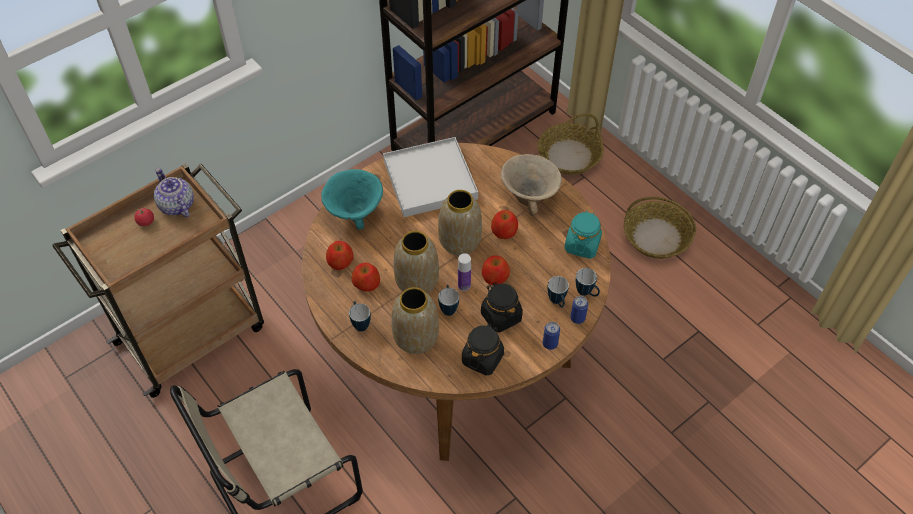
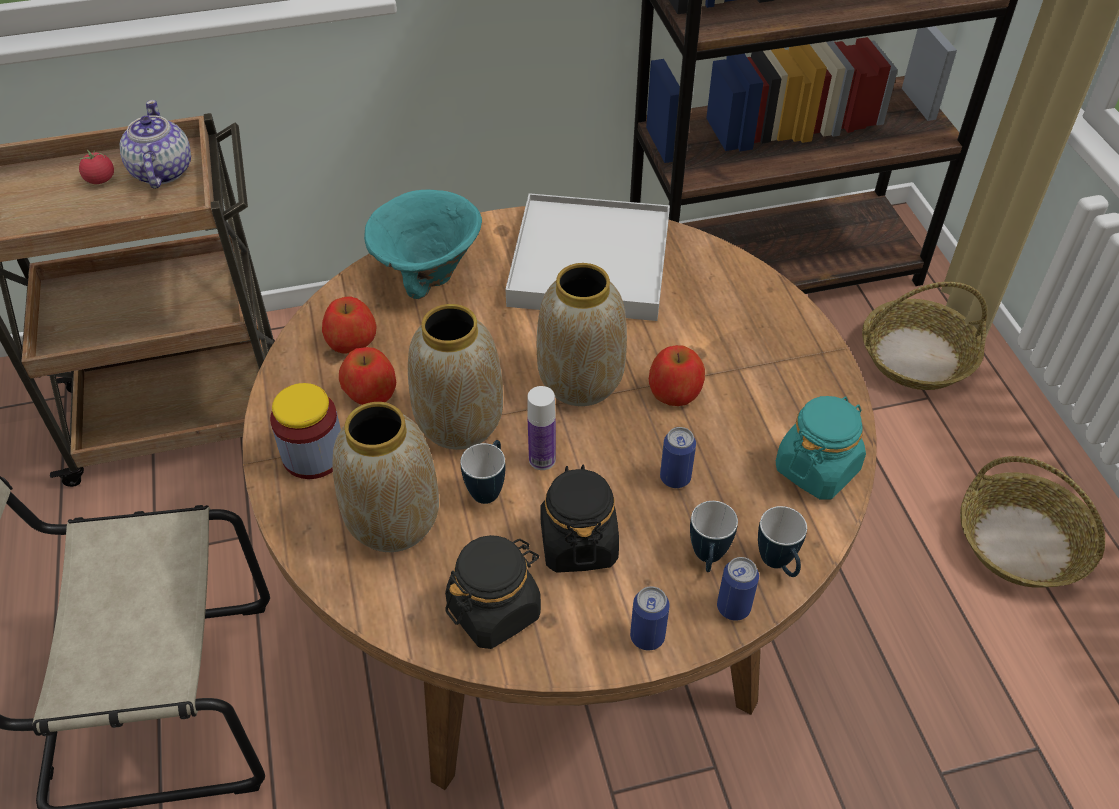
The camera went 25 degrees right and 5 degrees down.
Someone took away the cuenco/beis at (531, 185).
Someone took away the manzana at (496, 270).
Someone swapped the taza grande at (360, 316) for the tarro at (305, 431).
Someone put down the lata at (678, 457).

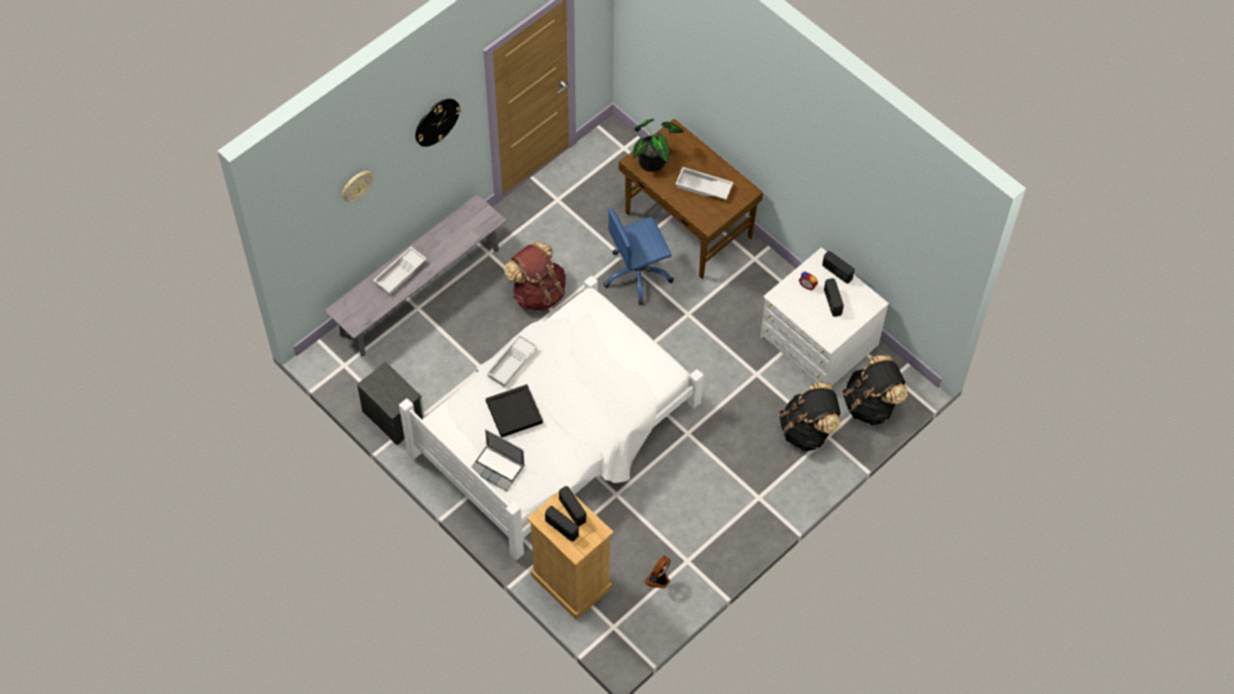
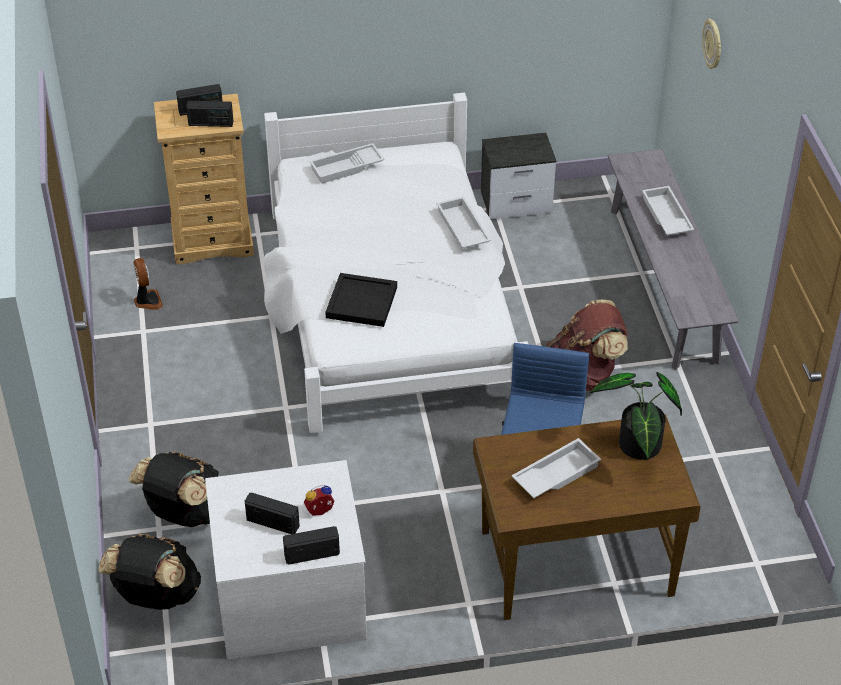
The camera went 125 degrees right and 15 degrees down.
Someone took away the reloj de pared at (438, 123).
Someone carried the bandeja/negro from (514, 411) to (361, 300).
Someone swapped the portátil at (498, 460) for the bandeja/blanco at (347, 163).

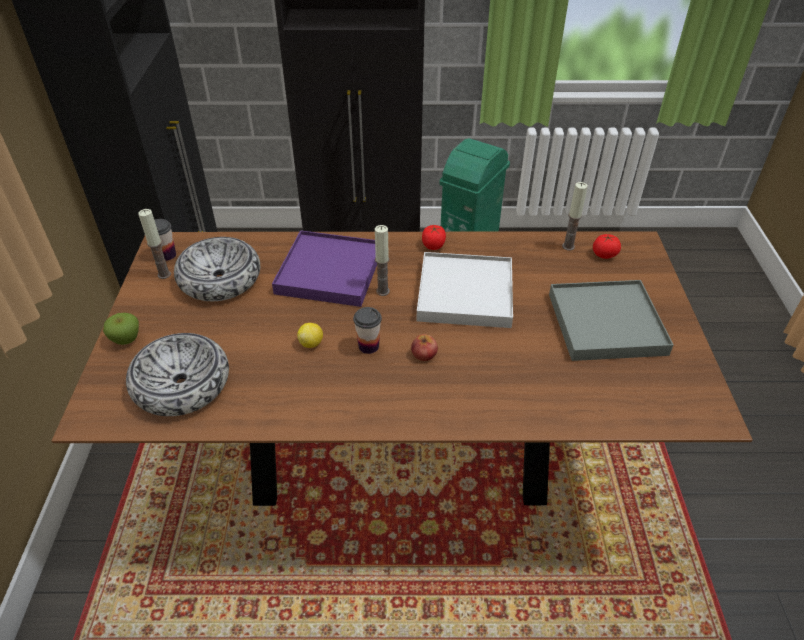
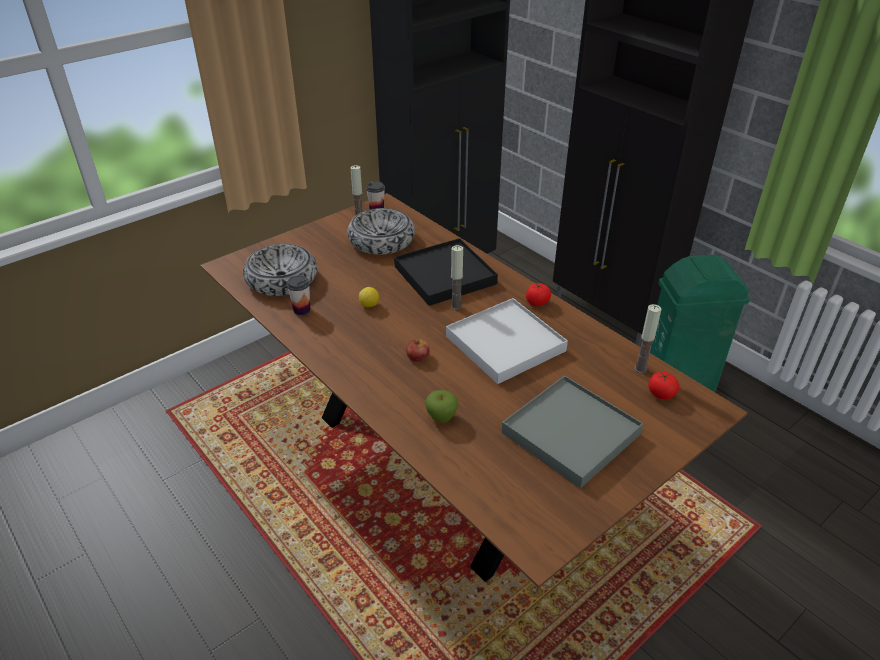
The camera went 50 degrees right and 5 degrees down.
Someone repainted the bandeja/morado at (324, 268), which became the bandeja/negro at (446, 272).
Someone carried the taza from (367, 330) to (298, 295).
Someone carried the manzana from (121, 329) to (442, 406).

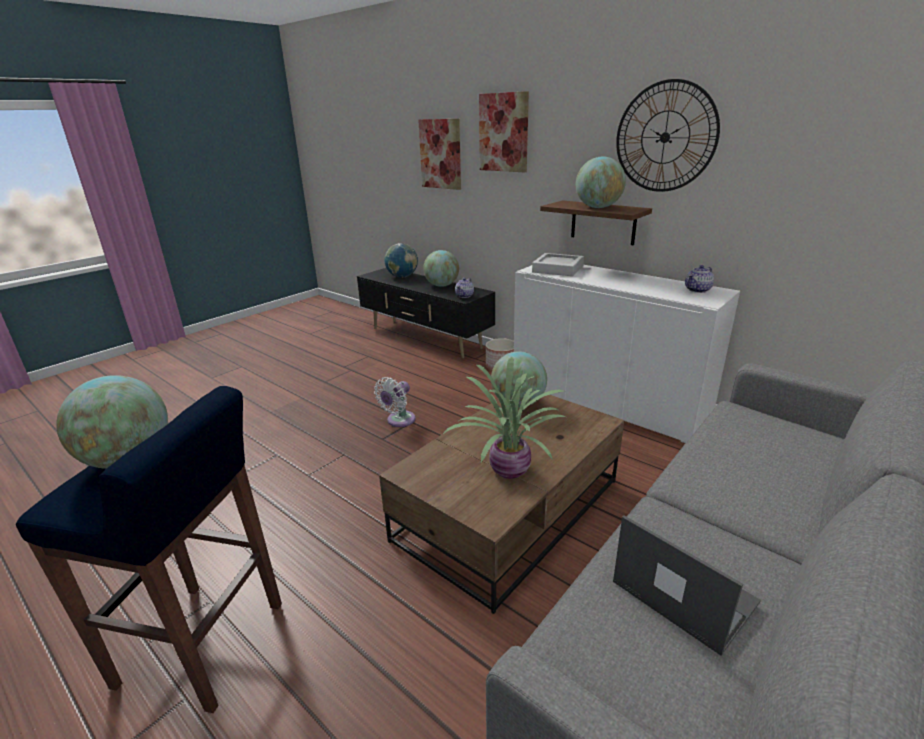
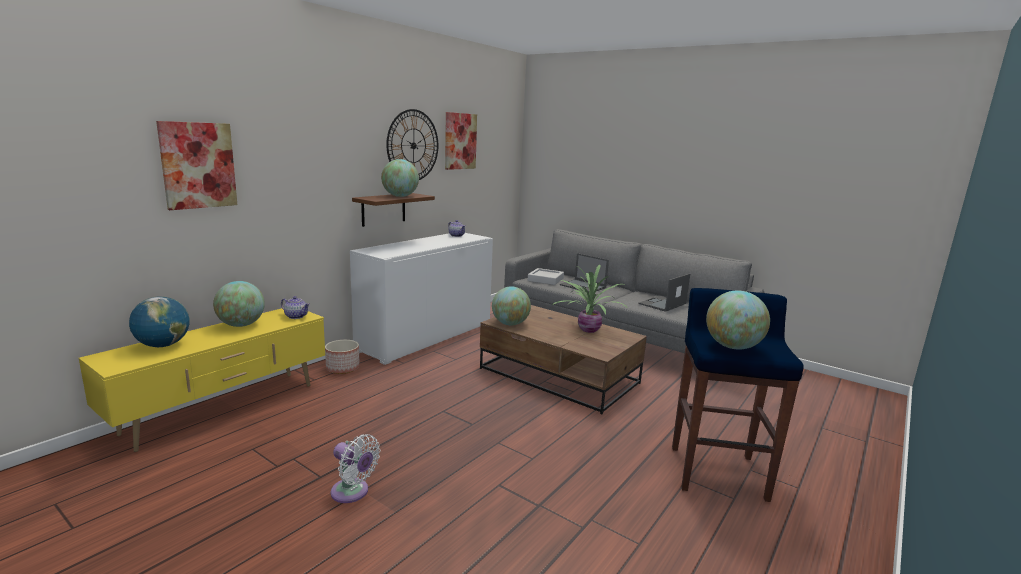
The camera went 95 degrees left and 10 degrees down.
Someone carried the cuadro from (504, 131) to (461, 141).
Someone carried the bandeja/gris from (558, 264) to (546, 276).
Someone repainted the mueble de televisión/negro at (426, 313), which became the mueble de televisión/amarillo at (202, 380).
Someone carried the ventilador/blanco from (395, 402) to (355, 468).
Someone put down the portátil at (584, 272).

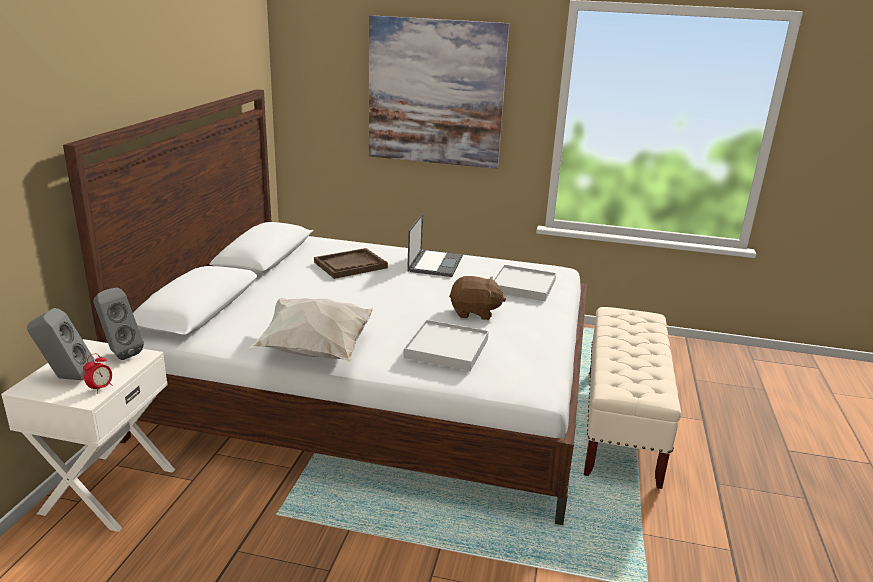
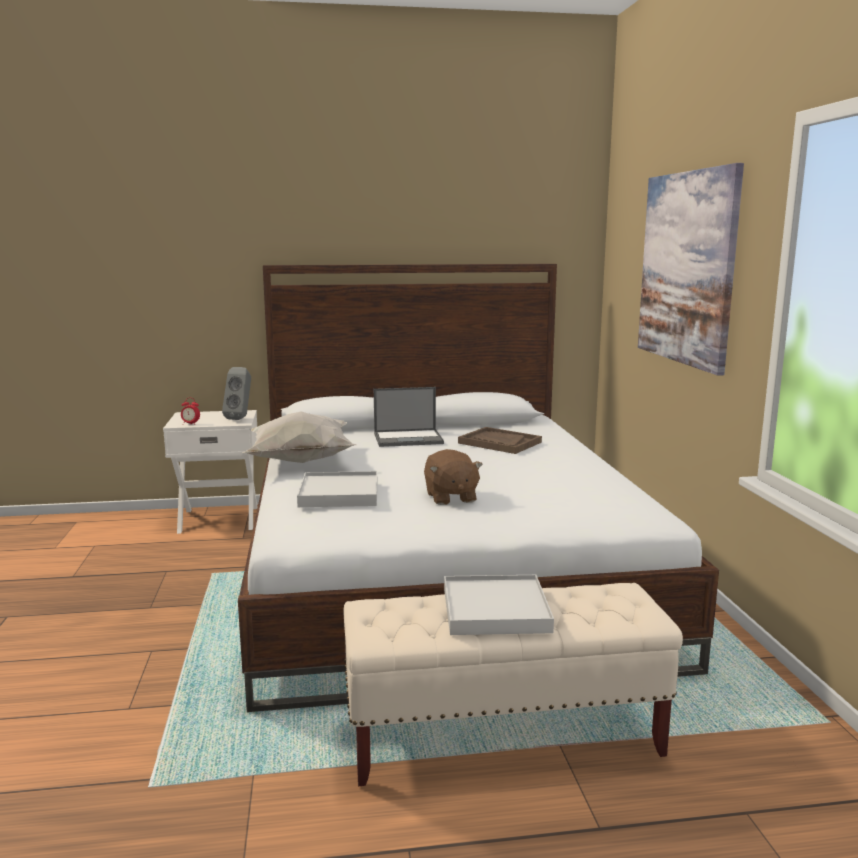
The camera went 70 degrees right and 10 degrees down.
Someone carried the portátil from (435, 245) to (409, 417).
Someone carried the bandeja/blanco from (524, 283) to (499, 605).
Someone took away the altavoz/gris at (60, 344).

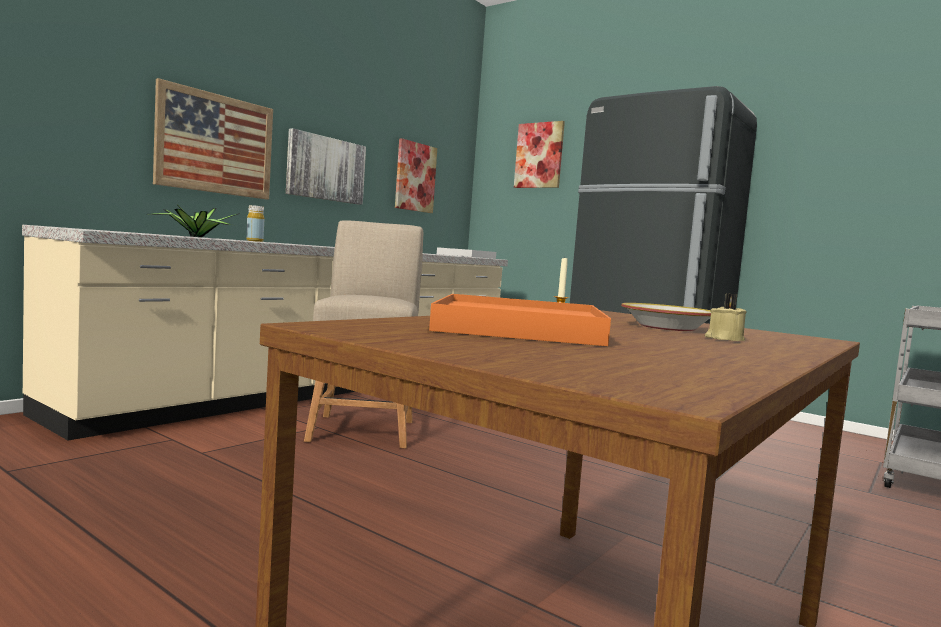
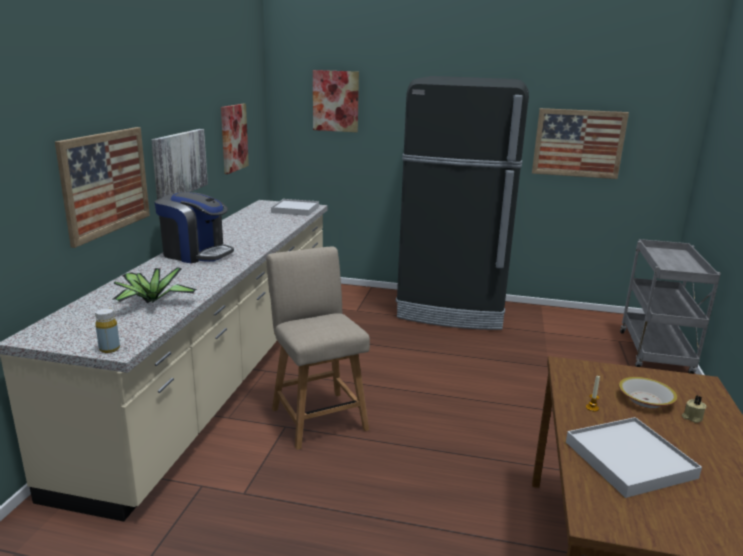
The camera went 25 degrees left and 15 degrees up.
Someone carried the botella/amarillo from (255, 223) to (107, 330).
Someone repainted the bandeja/naranja at (520, 320), which became the bandeja/blanco at (634, 457).
Someone put up the cuadro at (580, 143).
Someone put down the cafetera at (194, 227).

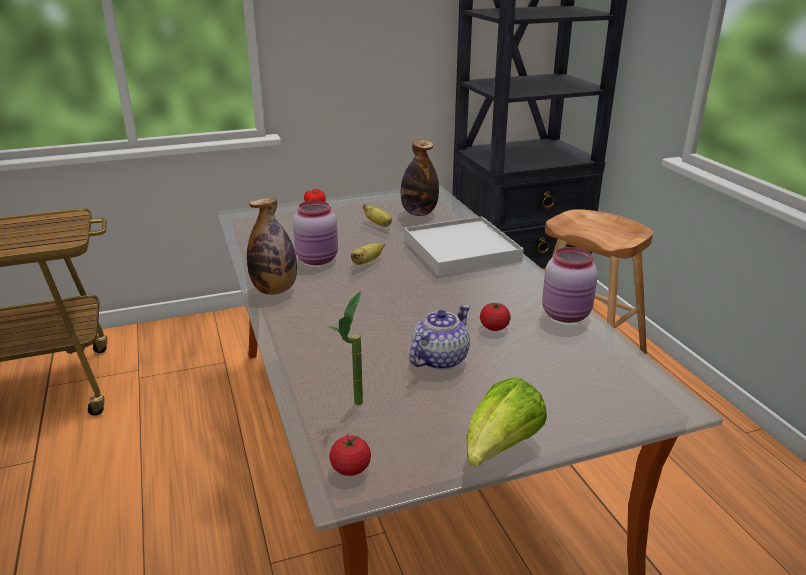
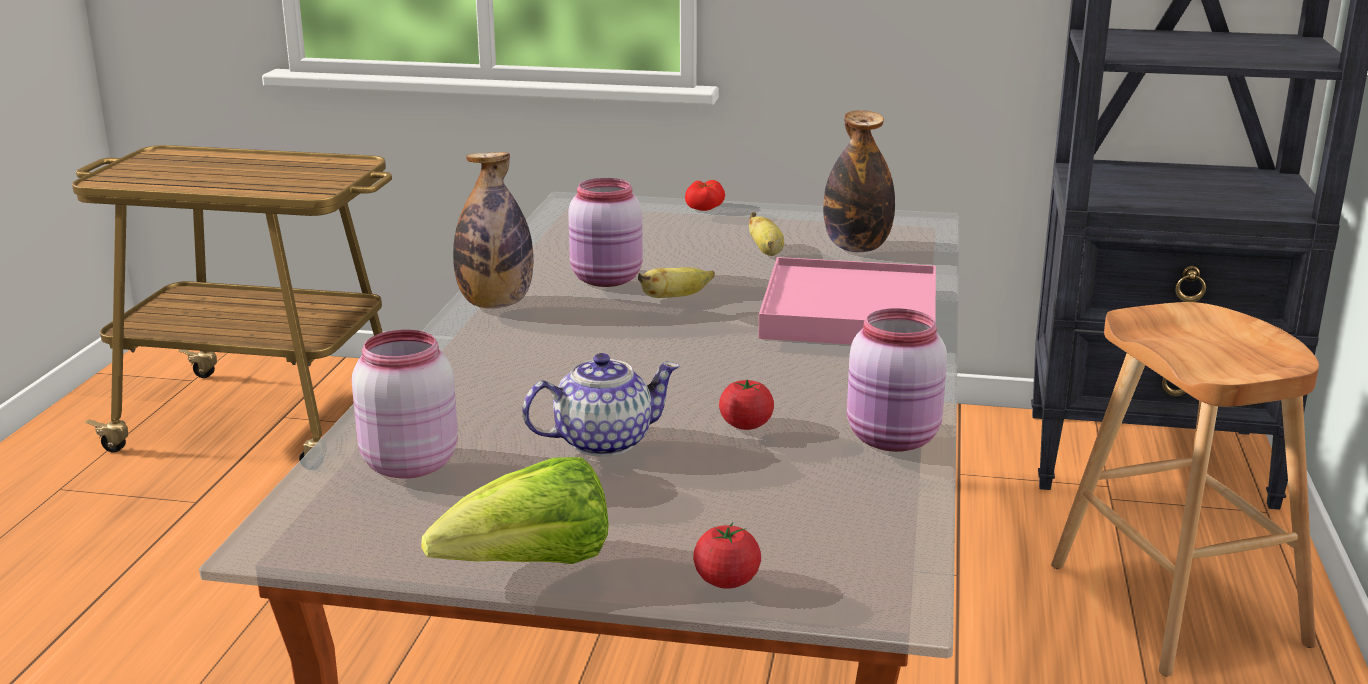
The camera went 30 degrees right and 5 degrees down.
Someone repainted the bandeja/blanco at (464, 246), which became the bandeja/rosa at (847, 301).
Someone swapped the planta en maceta at (345, 348) for the tarro/rosa at (405, 404).
Someone carried the tomate from (350, 455) to (727, 555).

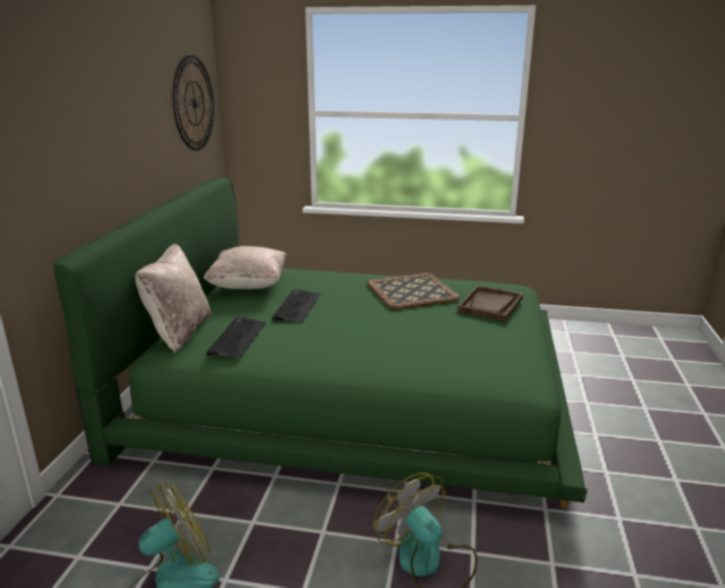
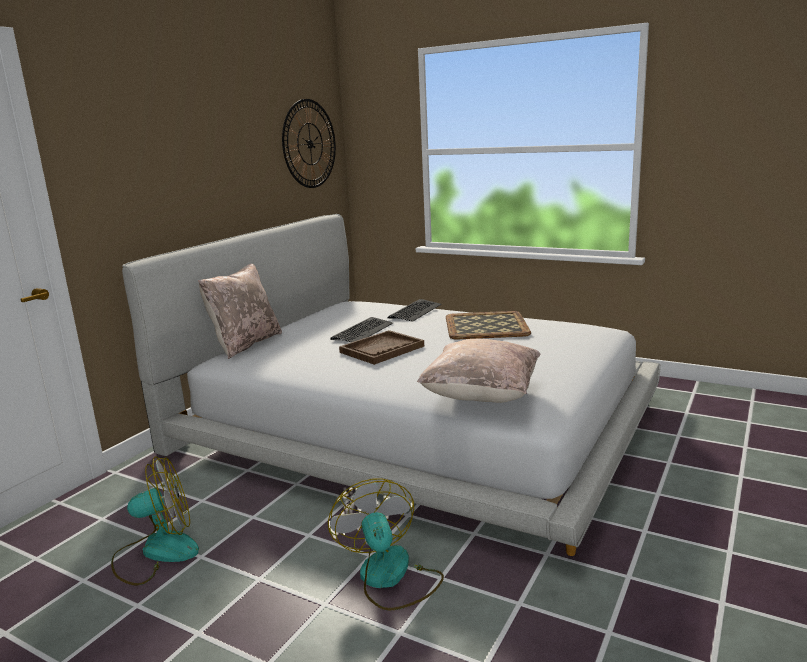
The camera went 20 degrees right and 5 degrees down.
Someone repainted the cama/verde at (320, 342), which became the cama/blanco at (391, 385).
Someone carried the cojín/beis from (245, 267) to (478, 371).
Someone carried the bandeja/marrón from (490, 303) to (381, 347).
Someone carried the teclado from (236, 337) to (414, 310).

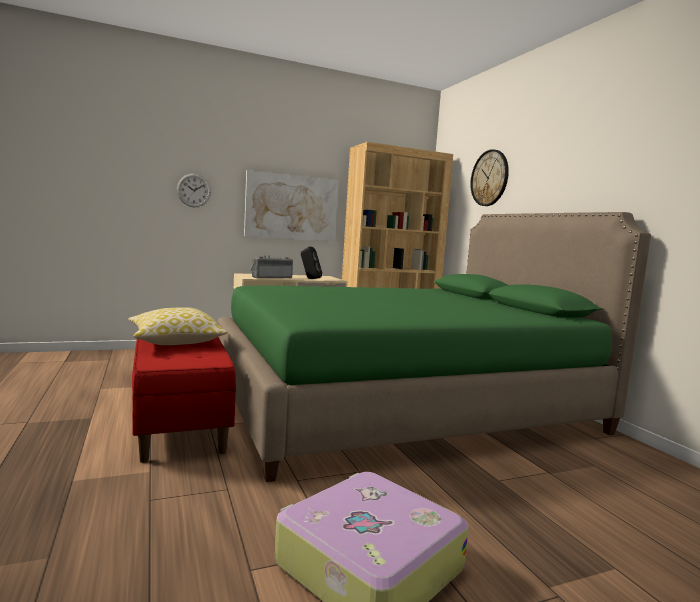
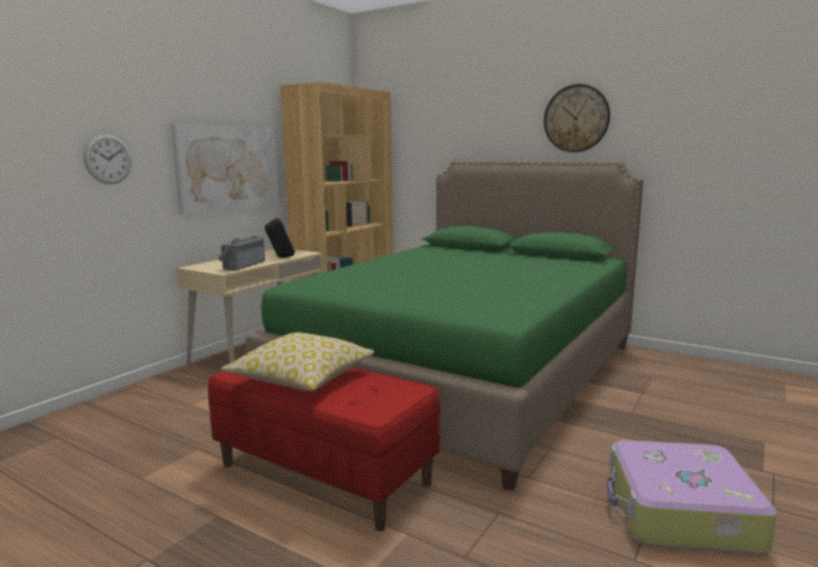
The camera went 35 degrees left and 5 degrees up.
Someone carried the reloj de pared from (489, 177) to (577, 118).

